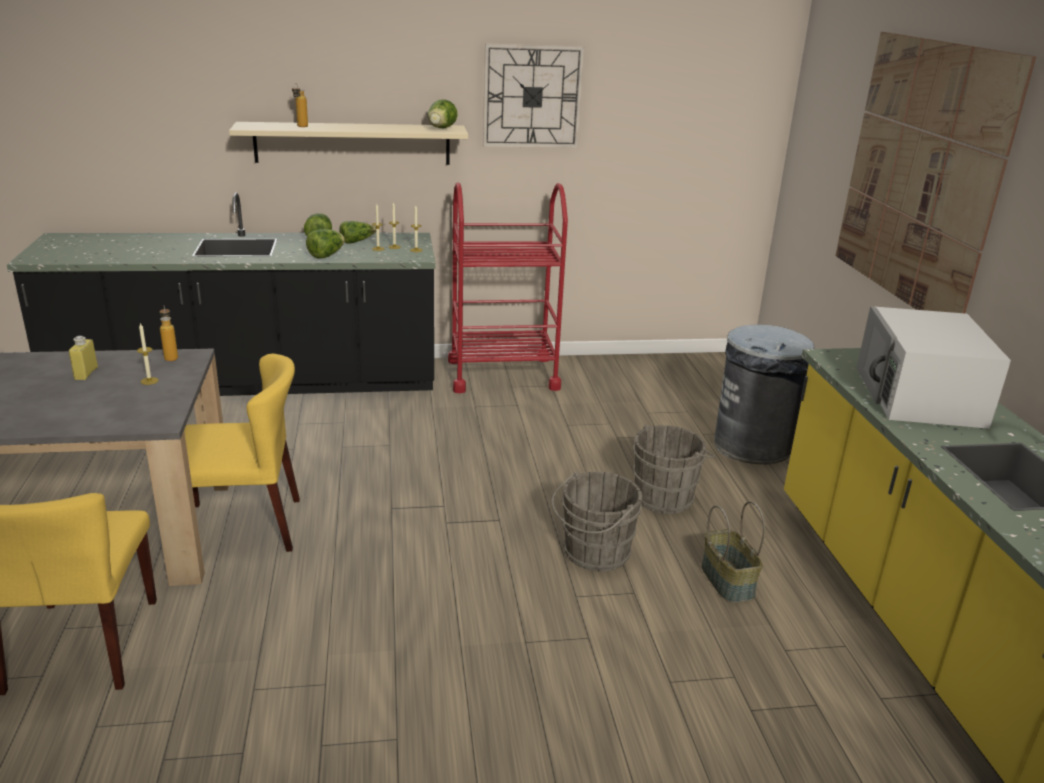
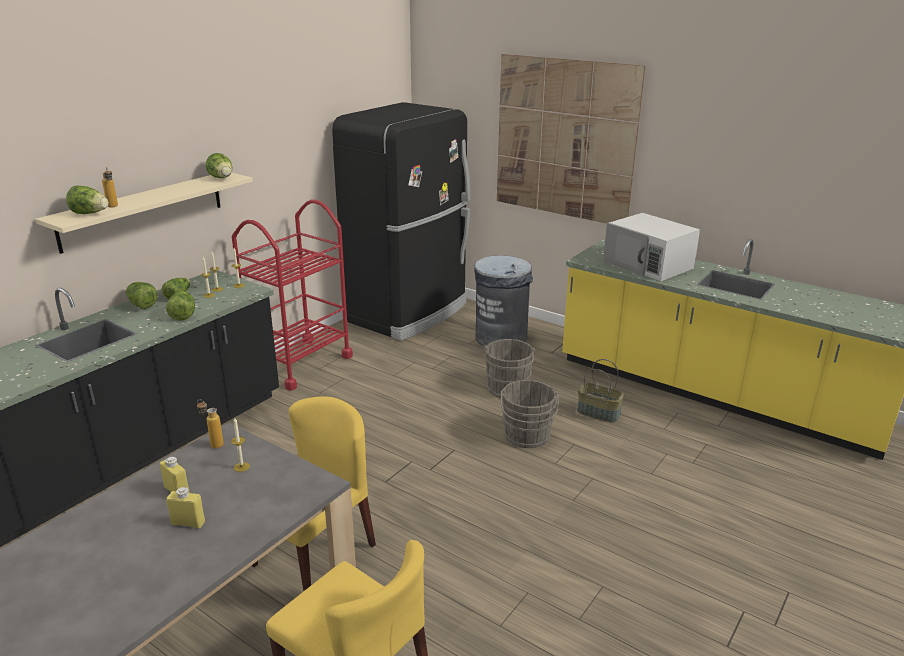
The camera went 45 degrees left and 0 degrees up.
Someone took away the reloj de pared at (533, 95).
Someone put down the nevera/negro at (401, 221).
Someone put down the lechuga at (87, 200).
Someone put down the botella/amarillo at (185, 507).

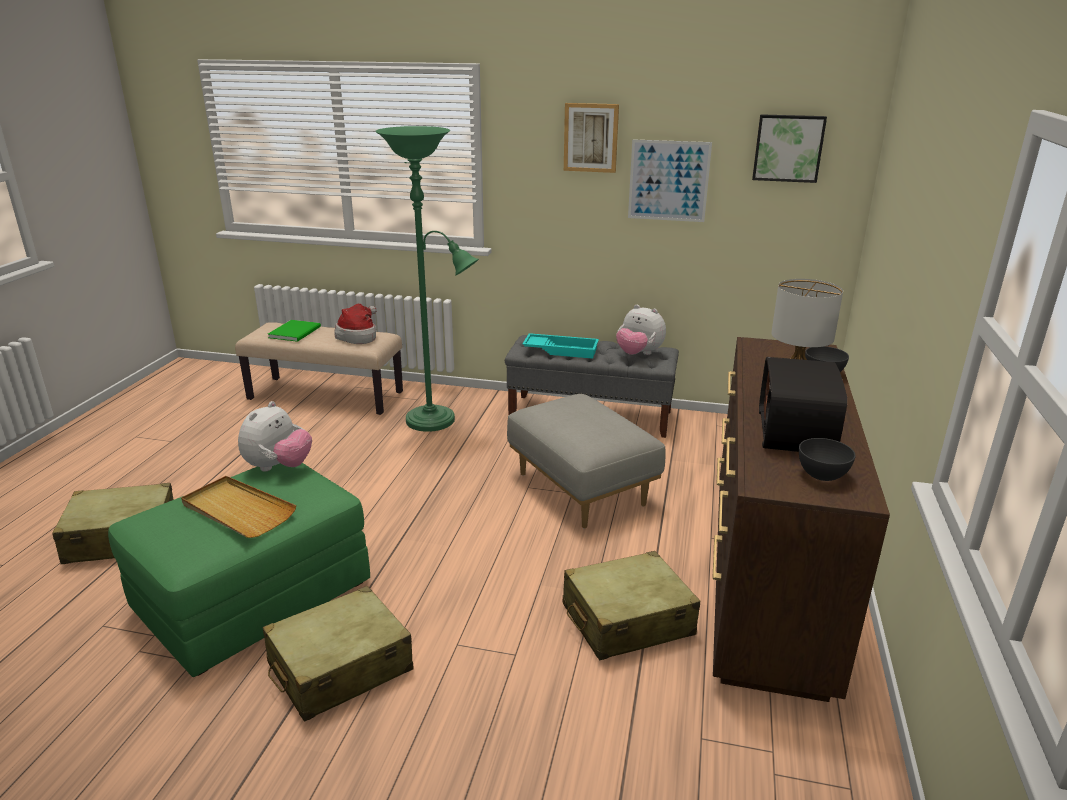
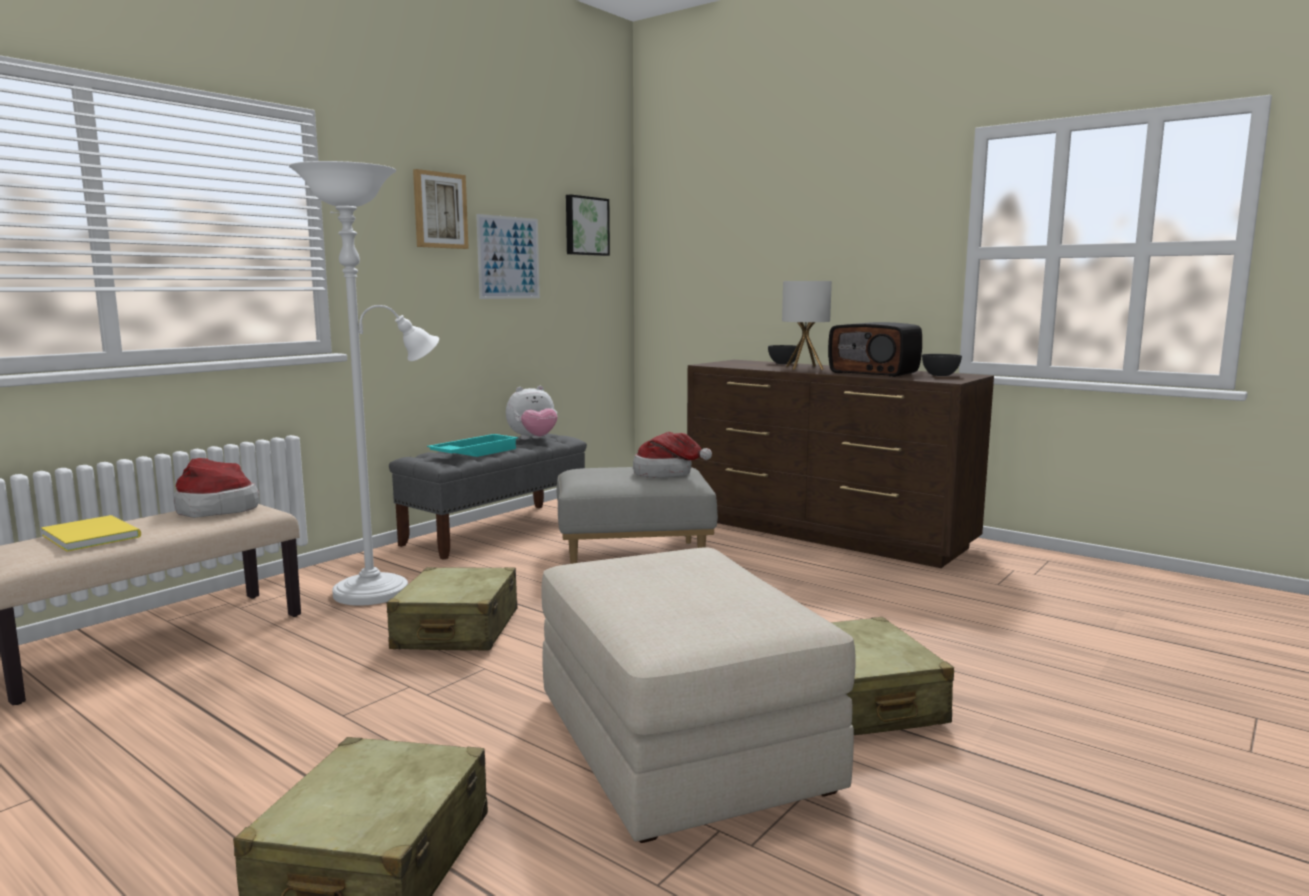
The camera went 65 degrees left and 15 degrees down.
Someone repainted the lámpara de pie/verde at (427, 279), which became the lámpara de pie/blanco at (364, 383).
Someone repainted the libro/verde at (294, 331), which became the libro/amarillo at (91, 533).
Someone took away the peluche at (275, 436).
Someone repainted the puf/verde at (239, 570), which became the puf/beis at (698, 695).
Someone took away the bandeja/beis at (238, 507).
Someone carried the maleta/beis from (631, 605) to (452, 609).
Someone put down the sombrero at (672, 455).

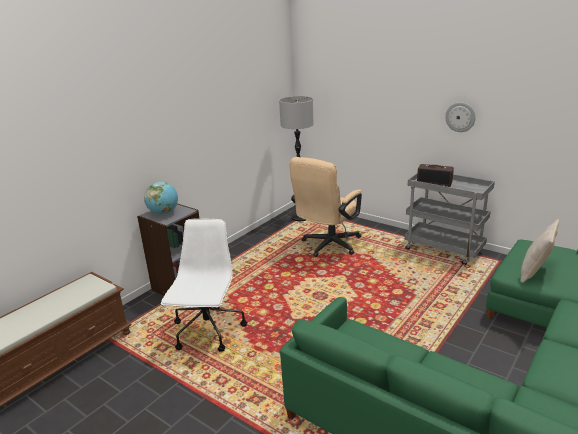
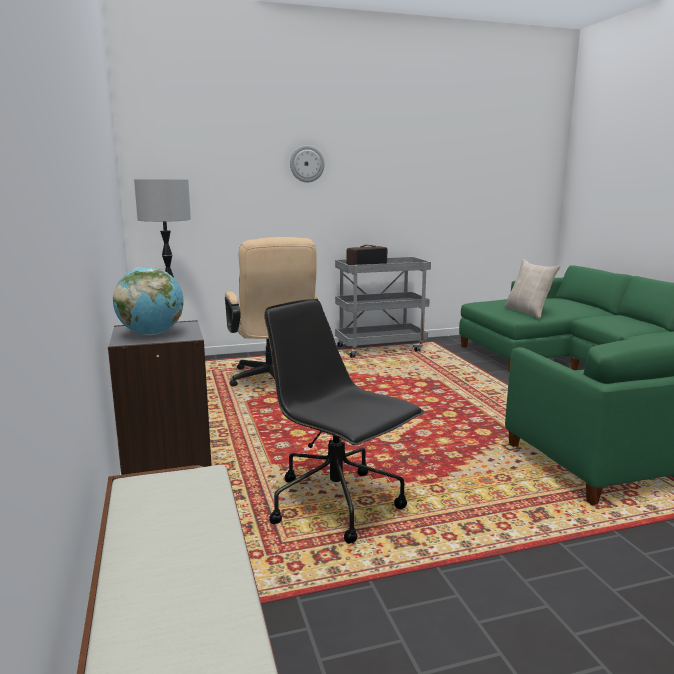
The camera went 55 degrees left and 10 degrees down.
Someone carried the reloj de pared from (460, 117) to (307, 163).
Someone repainted the silla de oficina/blanco at (204, 285), which became the silla de oficina/negro at (344, 421).

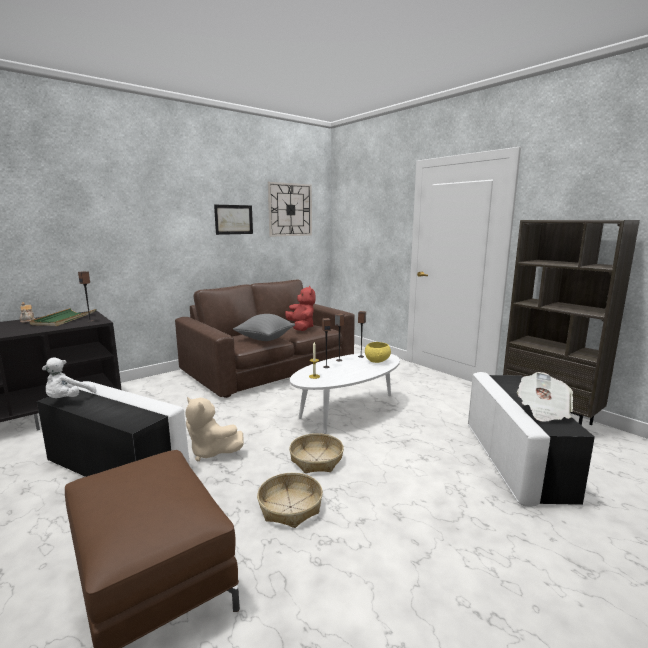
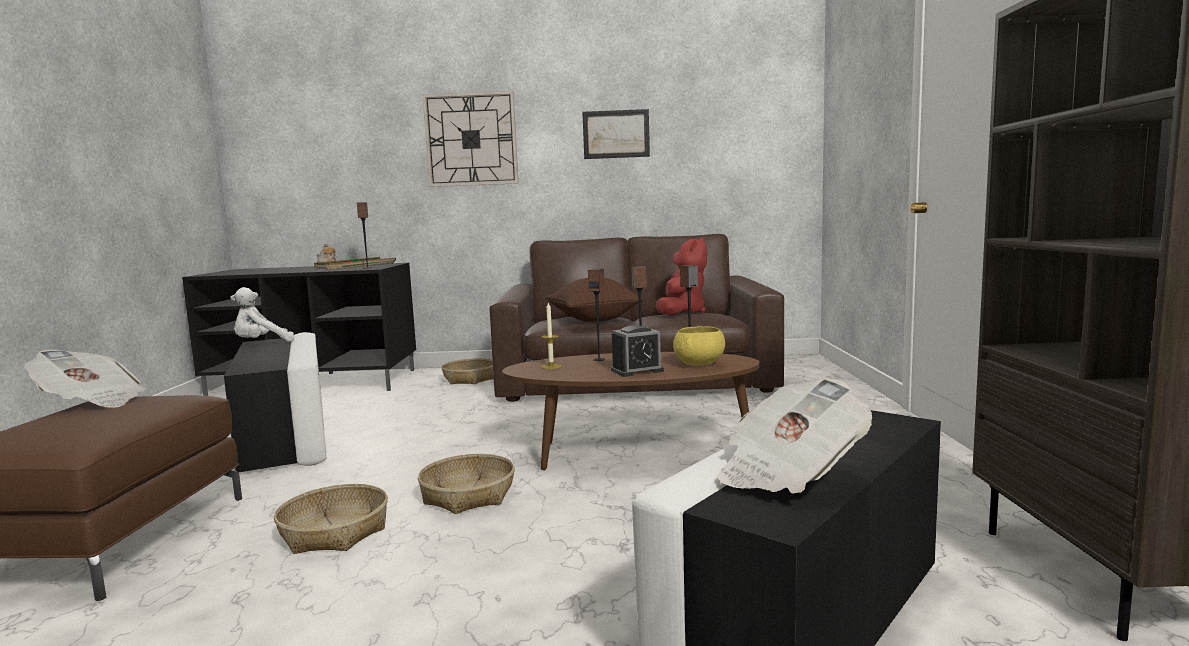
The camera went 40 degrees right and 5 degrees down.
Someone carried the reloj de pared from (290, 209) to (470, 139).
Someone repainted the cojín/gris at (264, 327), which became the cojín/marrón at (594, 300).
Someone repainted the mesa de centro/blanco at (345, 393), which became the mesa de centro/marrón at (630, 411).
Someone took away the peluche/beis at (215, 429).
Someone put down the despertador at (637, 351).
Someone put down the periódico at (85, 379).
Someone put down the cesta at (467, 371).

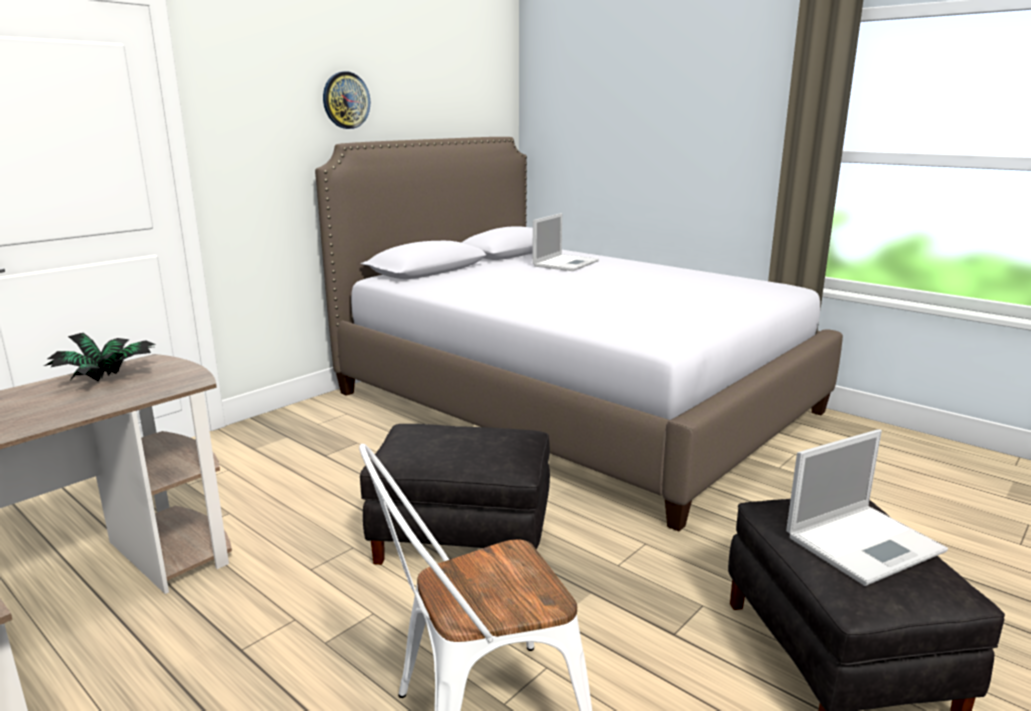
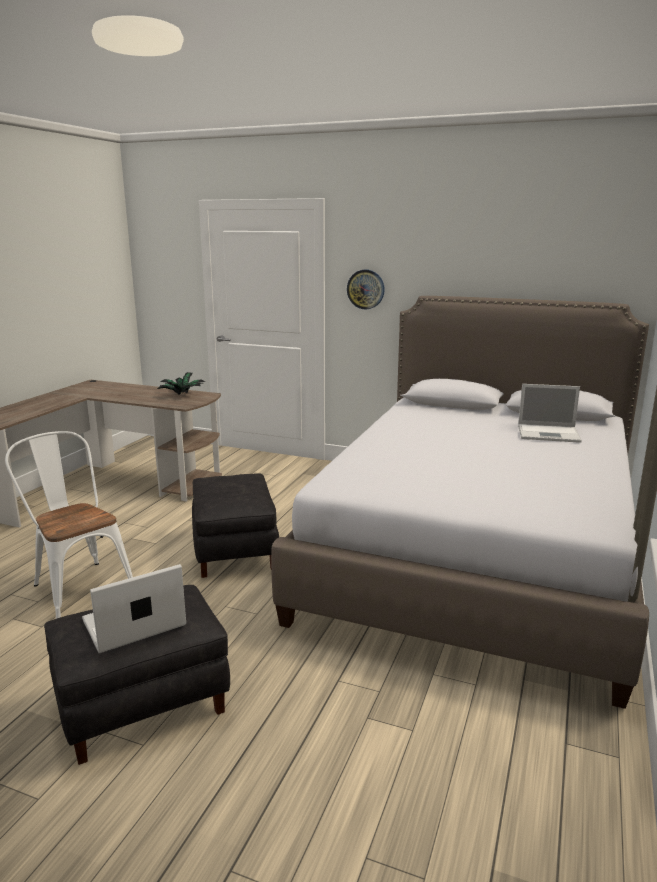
The camera went 70 degrees right and 0 degrees up.
Someone carried the reloj de pared from (346, 100) to (366, 289).
Someone rotated the portátil at (867, 507) by 105 degrees clockwise.

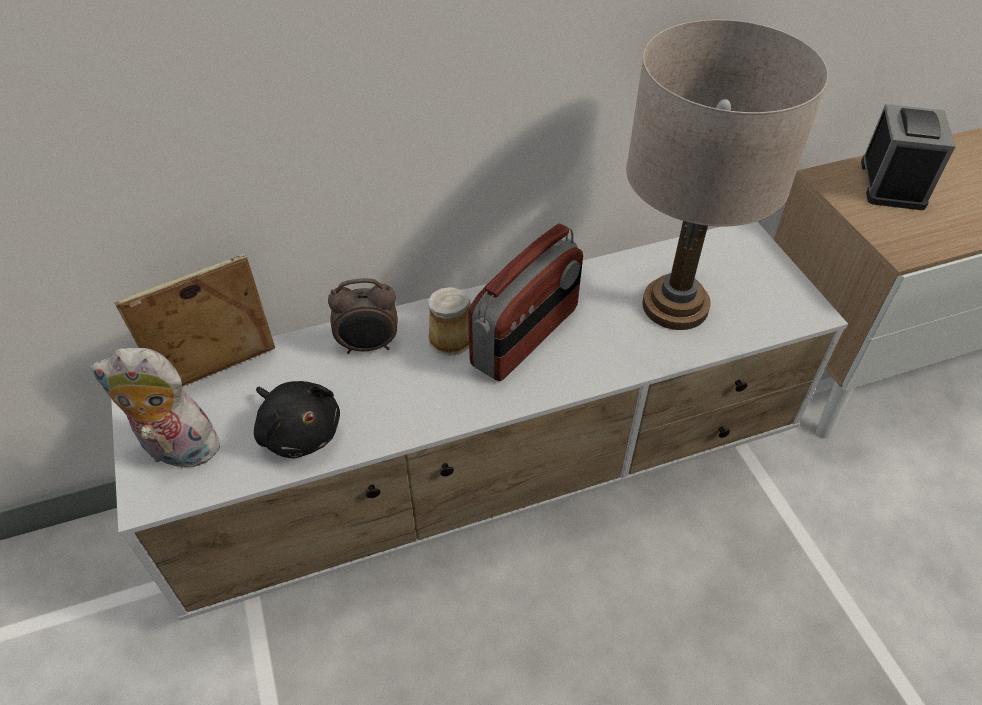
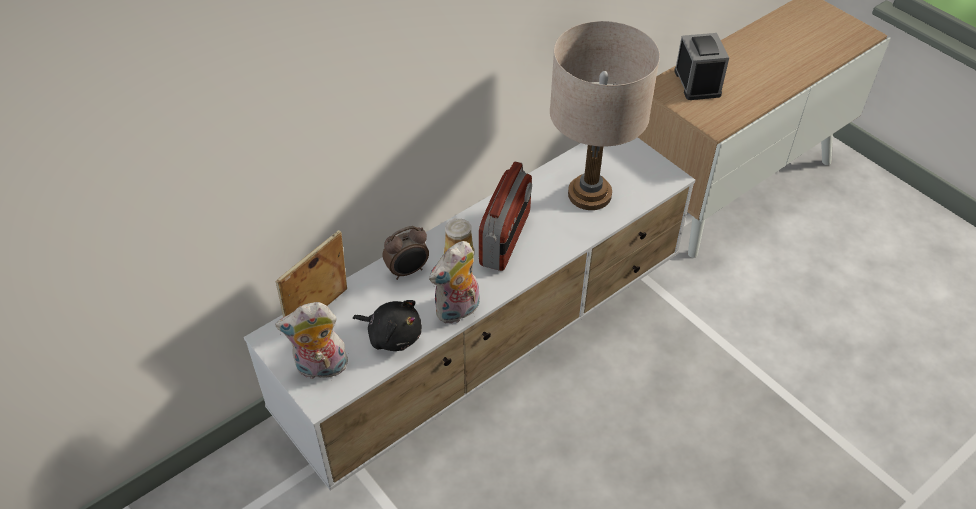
The camera went 20 degrees left and 0 degrees up.
Someone put down the peluche at (454, 282).

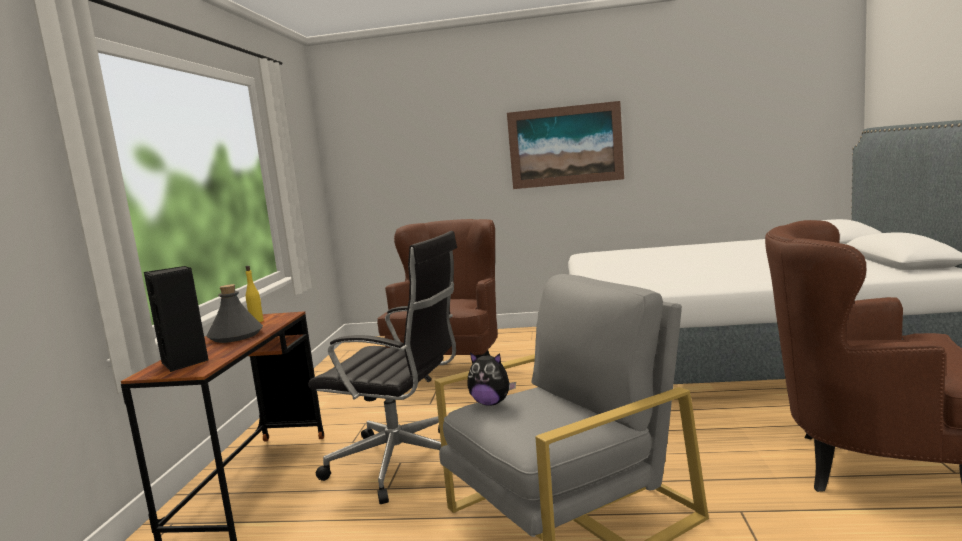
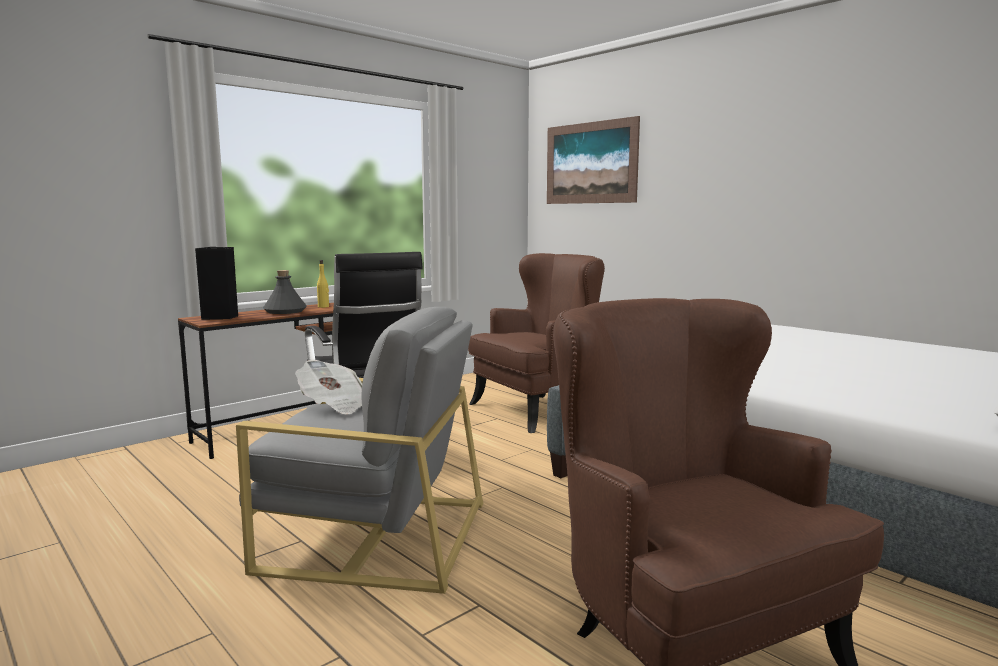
The camera went 40 degrees right and 0 degrees up.
Someone carried the cuadro from (565, 145) to (593, 160).
Someone swapped the peluche at (491, 379) for the periódico at (328, 387).

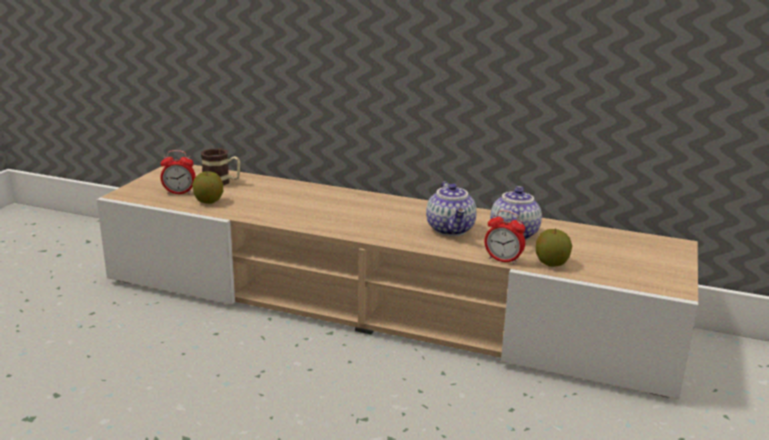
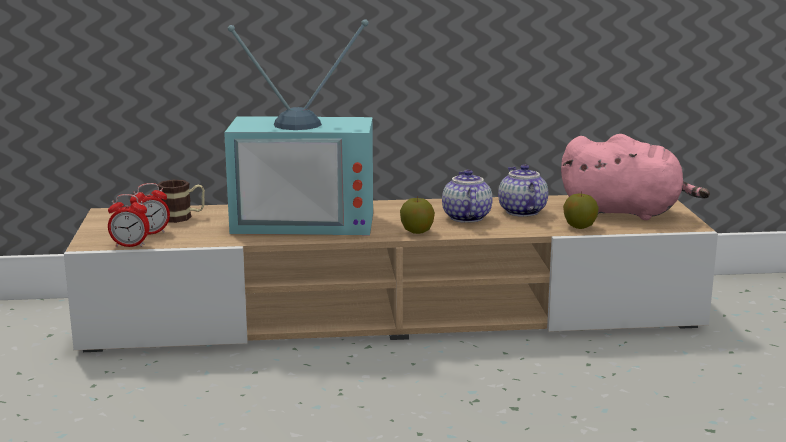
The camera went 25 degrees left and 5 degrees down.
Someone carried the manzana from (207, 187) to (417, 215).
Someone rotated the tetera at (451, 208) by 150 degrees counterclockwise.
Someone carried the despertador from (504, 237) to (129, 220).
Someone put down the televisor at (298, 127).
Someone put down the peluche/rosa at (635, 177).

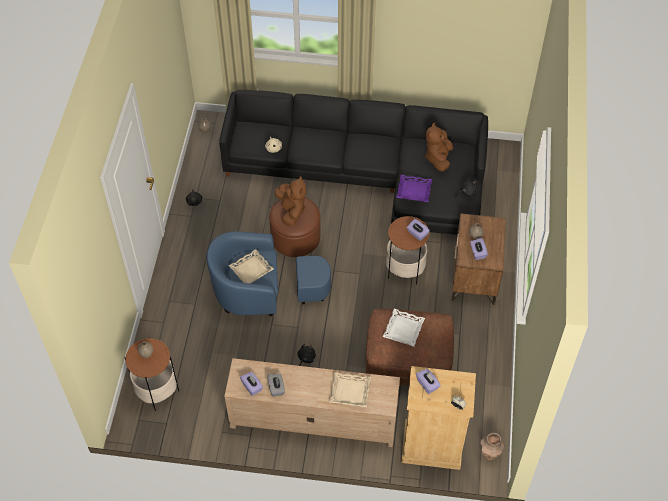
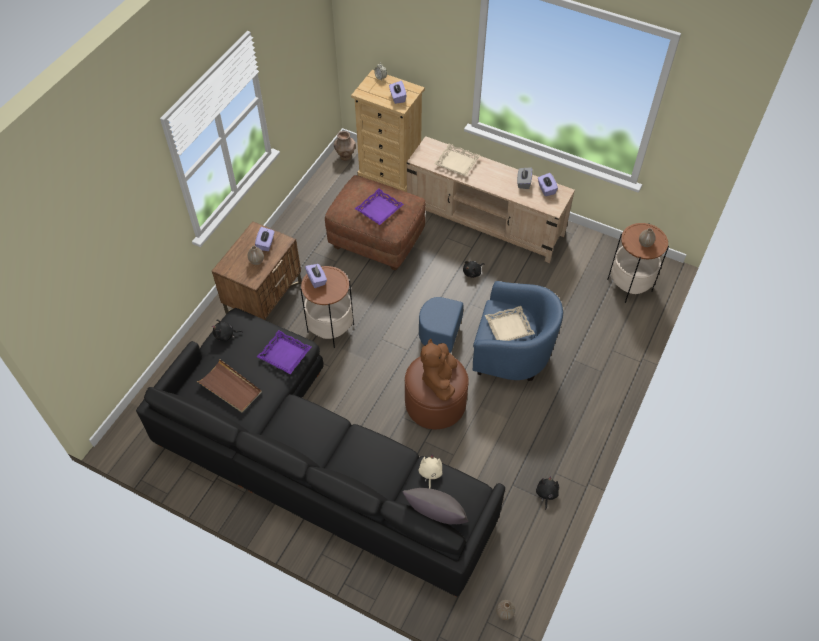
The camera went 160 degrees left and 0 degrees up.
Someone swapped the peluche/marrón at (439, 147) for the bandeja/marrón at (229, 385).
Someone repainted the bandeja/blanco at (404, 327), which became the bandeja/morado at (379, 207).
Someone put down the cojín/gris at (436, 506).

